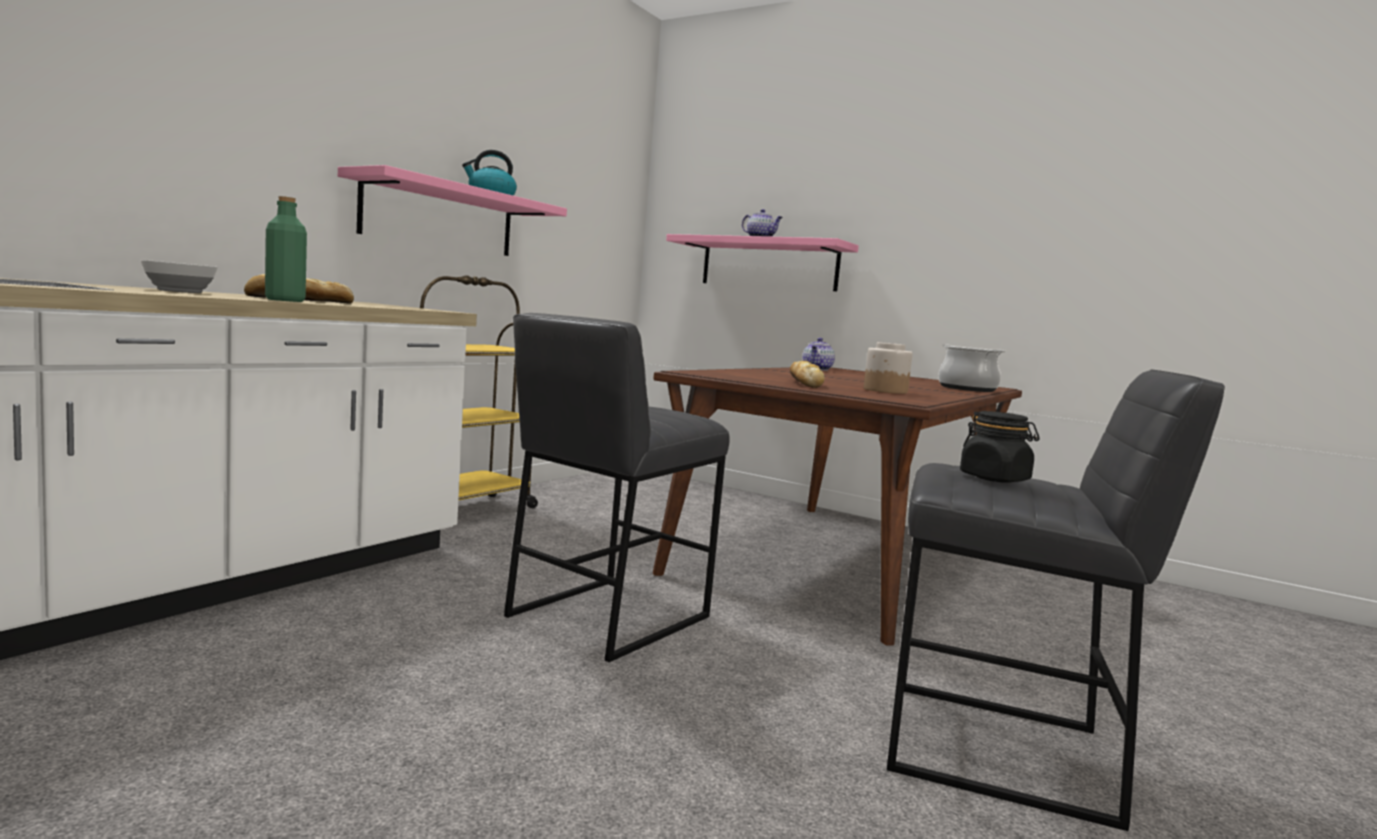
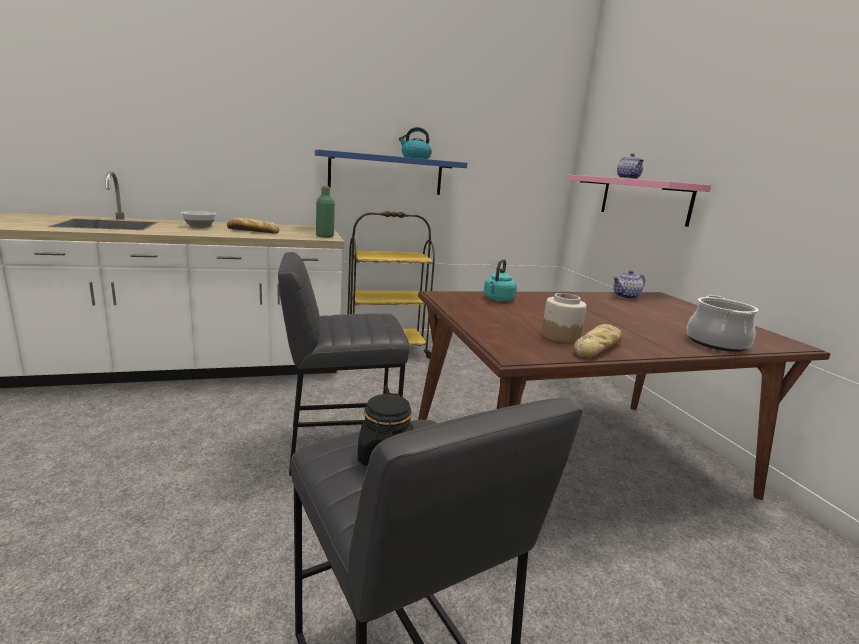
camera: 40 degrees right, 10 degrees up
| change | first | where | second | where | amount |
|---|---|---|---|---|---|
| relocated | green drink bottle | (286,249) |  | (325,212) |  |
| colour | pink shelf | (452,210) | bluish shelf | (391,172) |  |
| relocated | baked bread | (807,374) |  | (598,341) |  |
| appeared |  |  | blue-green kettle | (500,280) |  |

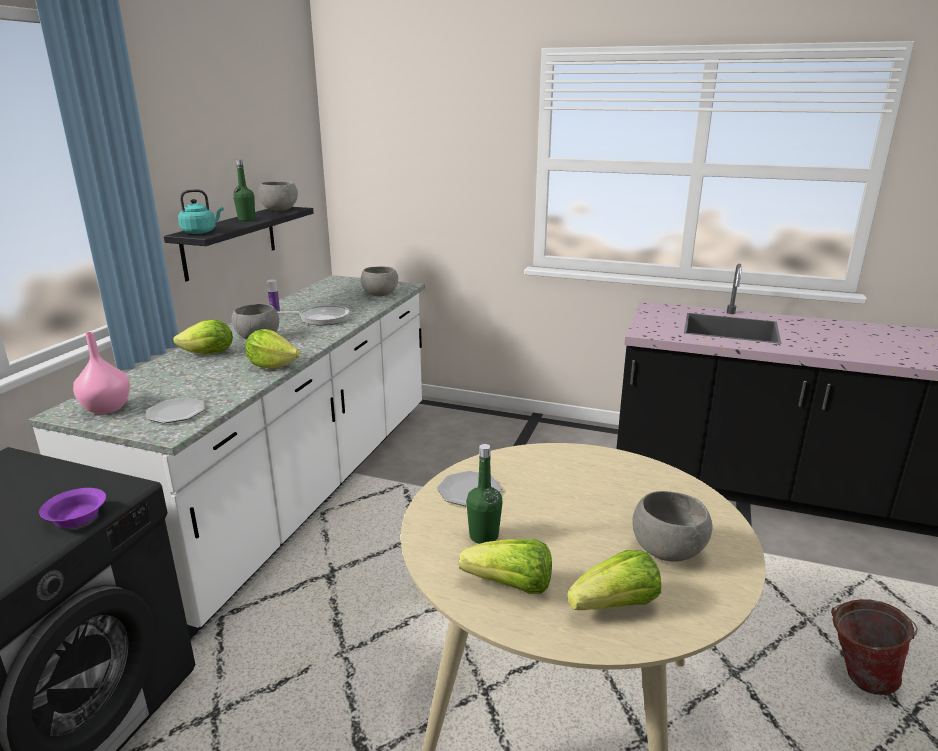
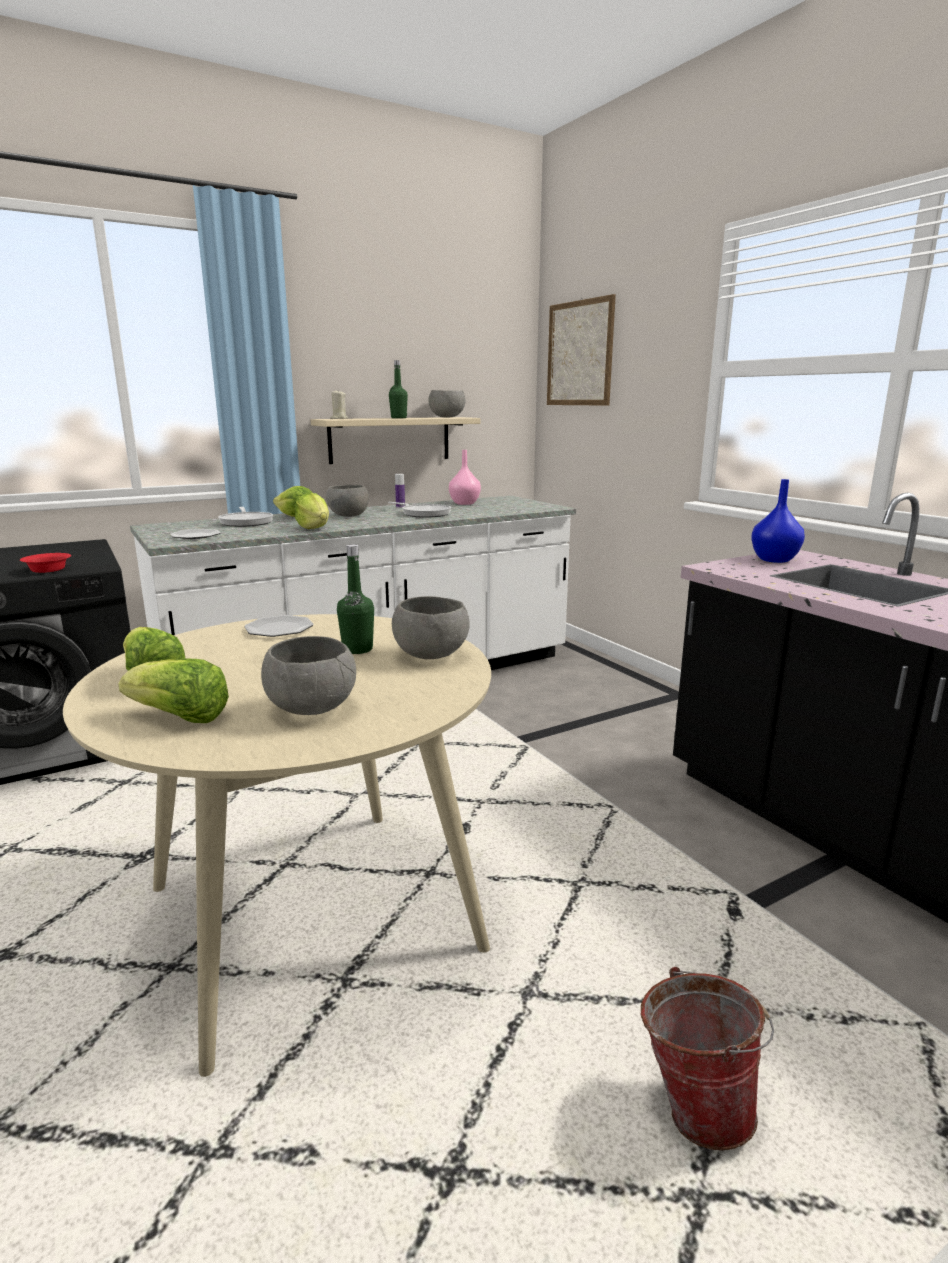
camera: 40 degrees right, 5 degrees down
| change | first | where | second | where | amount |
|---|---|---|---|---|---|
| colour | purplish deep dish | (72,508) | reddish deep dish | (45,563) |  |
| relocated | pink vase | (101,373) |  | (465,477) |  |
| colour | blackish shelf | (239,244) | beige shelf | (395,440) |  |
| exchanged | blue-green kettle | (201,211) | beige candle | (339,405) |  |
| relocated | greyish deep dish | (379,281) |  | (431,627) |  |
| relocated | green drink bottle | (484,494) |  | (355,599) |  |
| appeared |  |  | frying pan | (246,517) |  |
| appeared |  |  | wall art | (581,350) |  |
| appeared |  |  | bluish vase | (778,521) |  |

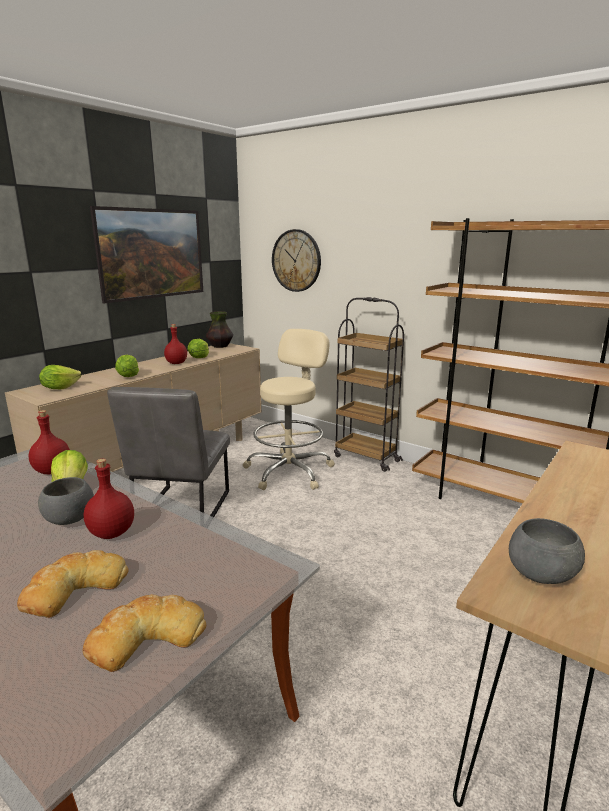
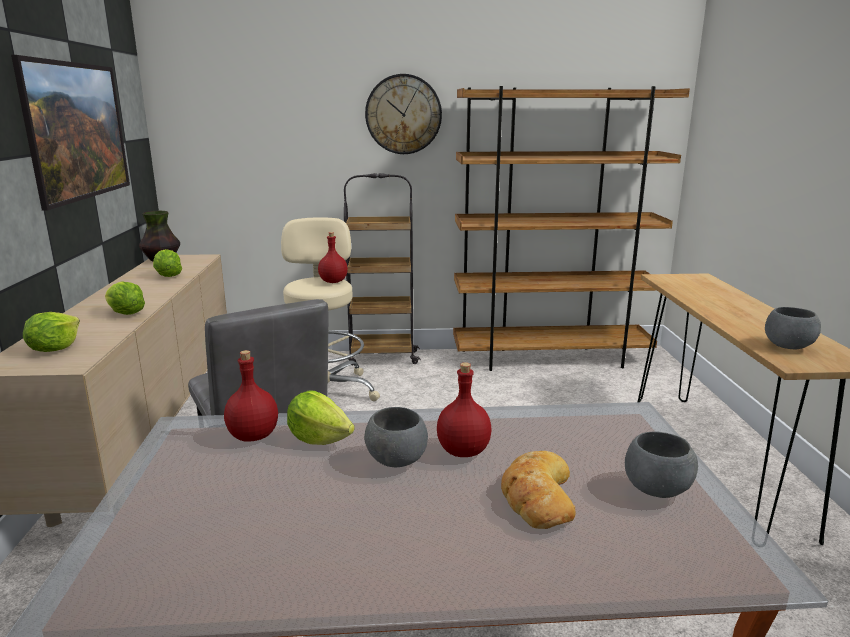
camera: 40 degrees left, 0 degrees up
| change | first | where | second | where | amount |
|---|---|---|---|---|---|
| exchanged | baked bread | (144,633) | greyish deep dish | (661,465) |  |
| relocated | reddish drink bottle | (175,344) |  | (333,257) |  |
| relocated | wall clock | (296,260) |  | (403,114) |  |

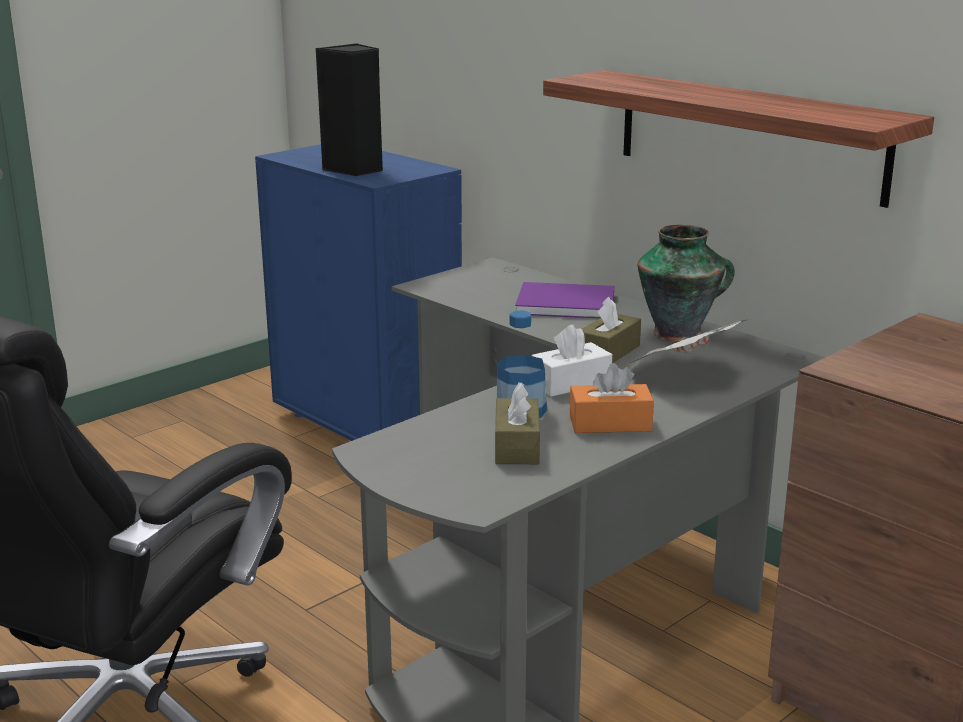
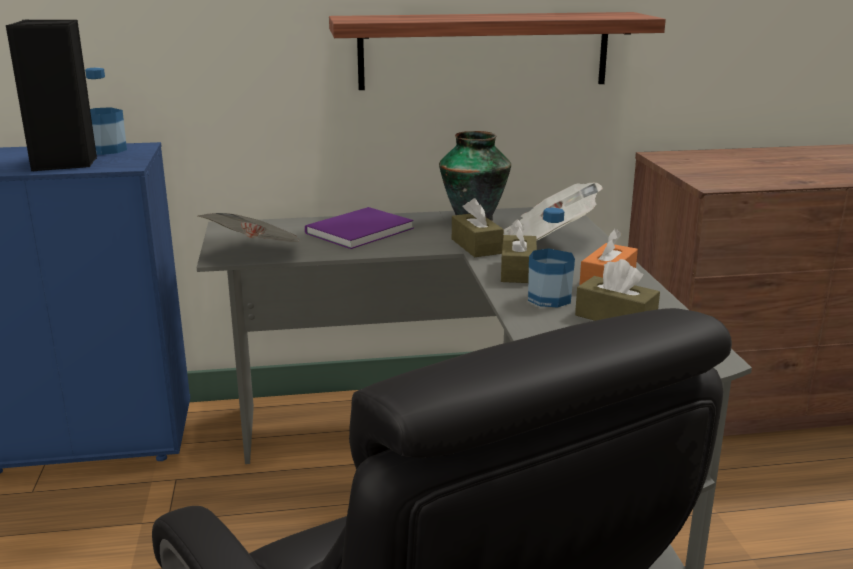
camera: 55 degrees left, 0 degrees up
| change | first | where | second | where | amount |
|---|---|---|---|---|---|
| colour | white-coloured tissue holder | (572,360) | brownish tissue holder | (519,251) |  |
| appeared |  |  | drink bottle | (106,111) |  |
| appeared |  |  | newspaper | (249,227) |  |

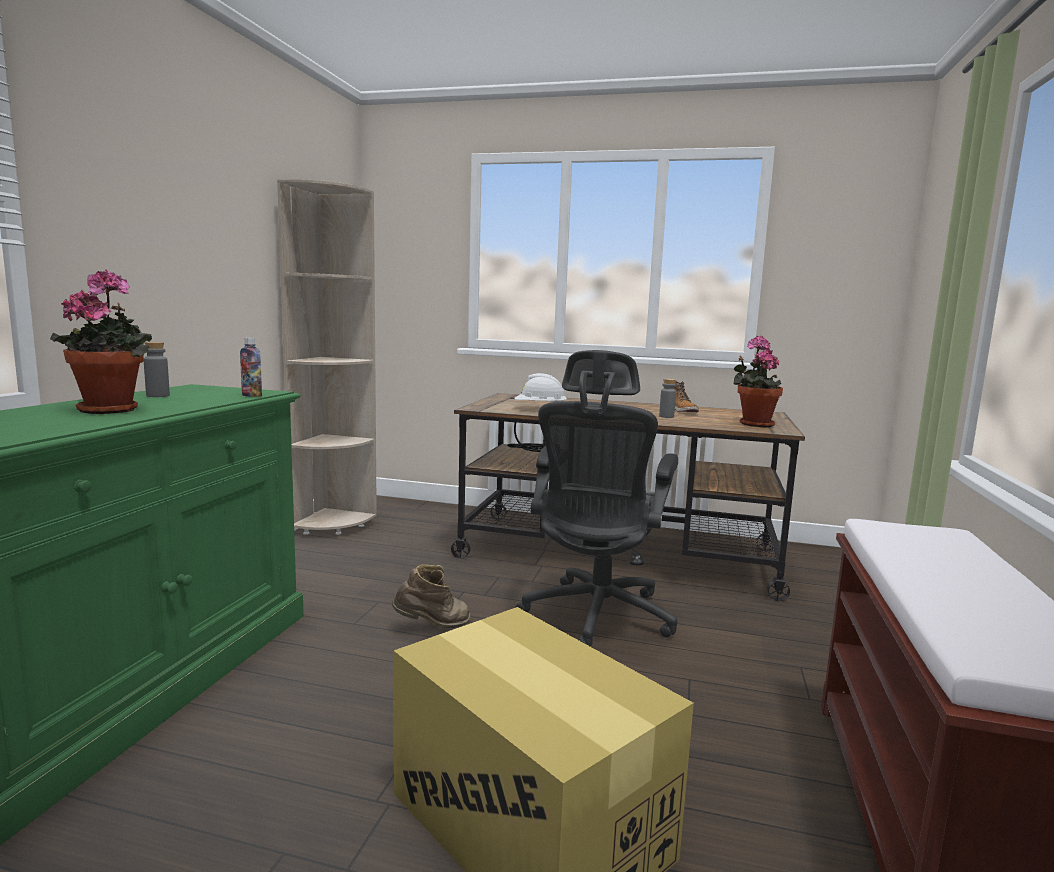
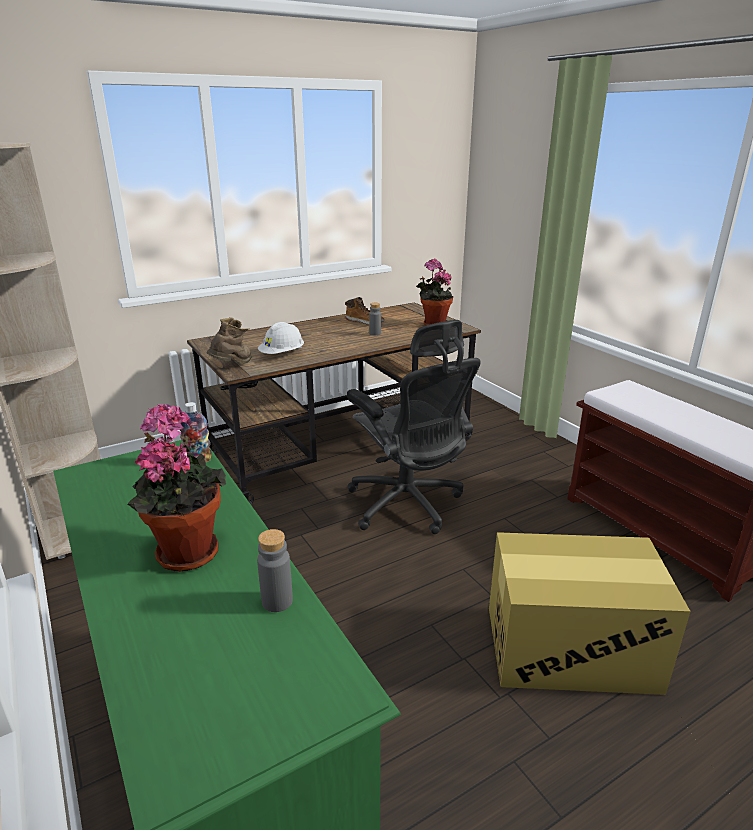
camera: 45 degrees left, 15 degrees up
| change | first | where | second | where | amount |
|---|---|---|---|---|---|
| relocated | greyish drink bottle | (157,369) |  | (275,570) |  |
| relocated | brownish boot | (431,596) |  | (229,340) |  |

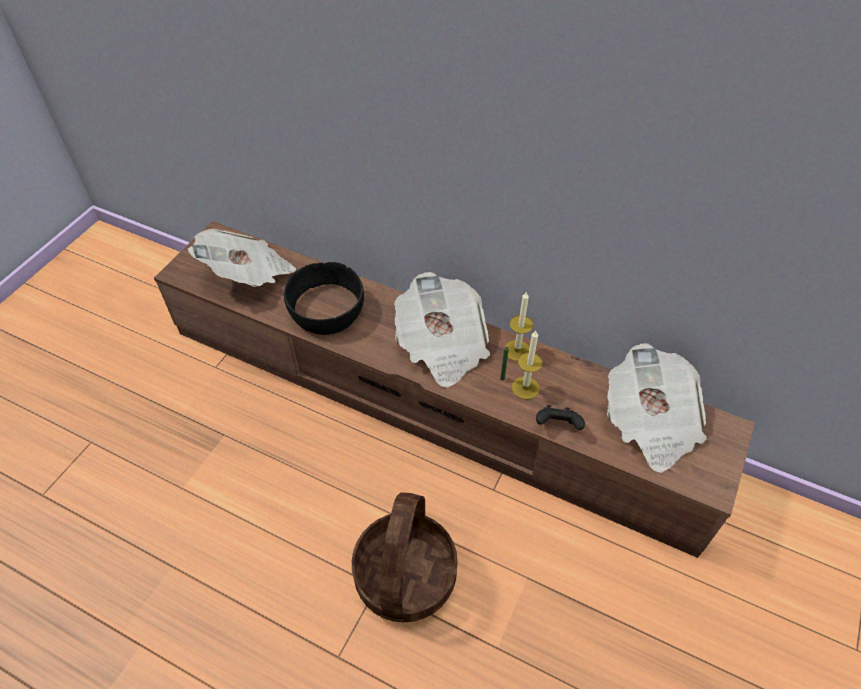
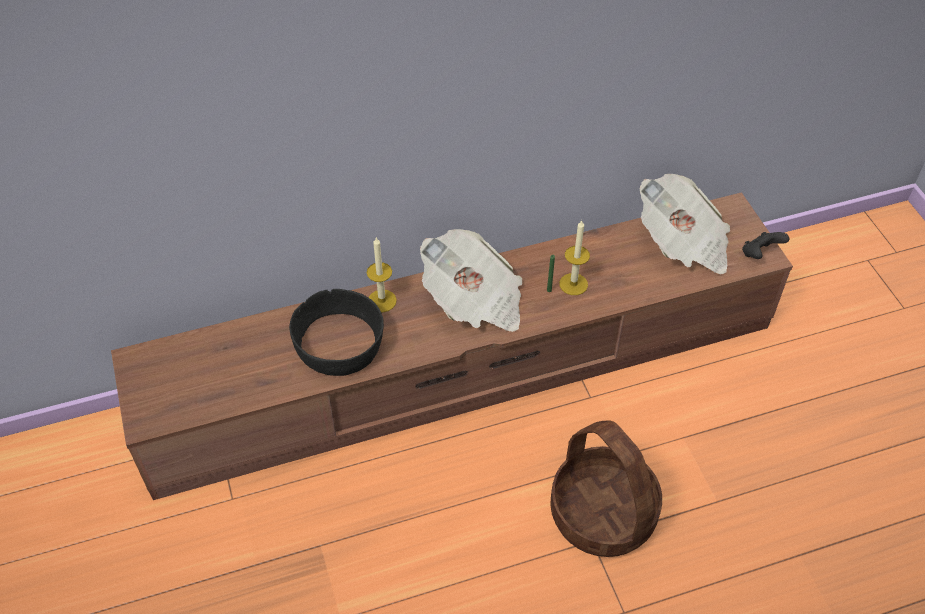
camera: 45 degrees left, 0 degrees up
| change | first | where | second | where | amount |
|---|---|---|---|---|---|
| missing | newspaper | (242,258) |  |  |  |
| relocated | candle | (518,326) |  | (382,275) |  |
| relocated | blackish game controller | (560,417) |  | (765,245) |  |

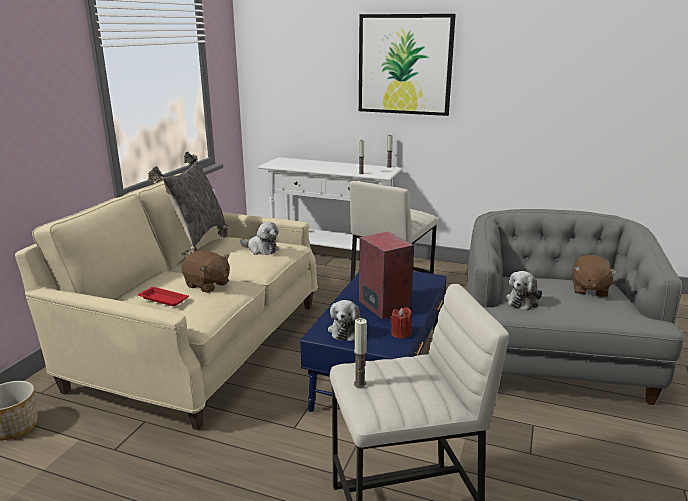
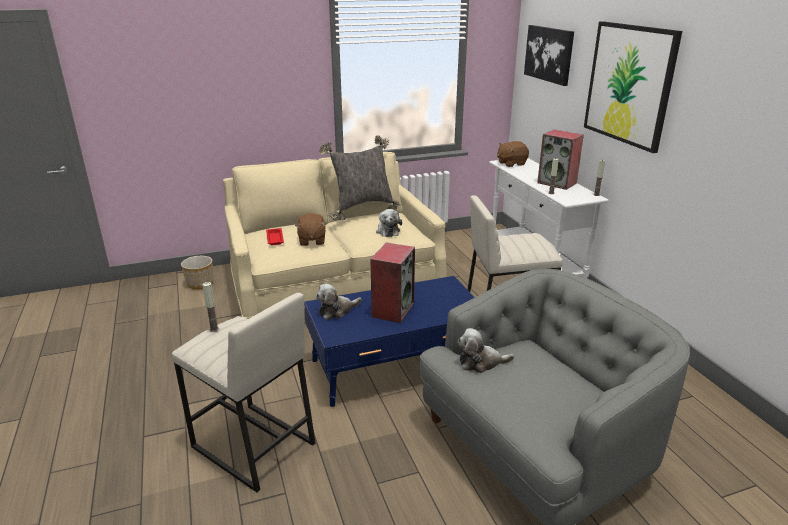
camera: 50 degrees right, 5 degrees up
| change | first | where | second | where | amount |
|---|---|---|---|---|---|
| missing | reddish candle | (401,323) |  |  |  |
| relocated | brownish plush toy | (594,276) |  | (513,154) |  |
| appeared |  |  | wall art | (549,55) |  |
| appeared |  |  | speaker | (560,160) |  |

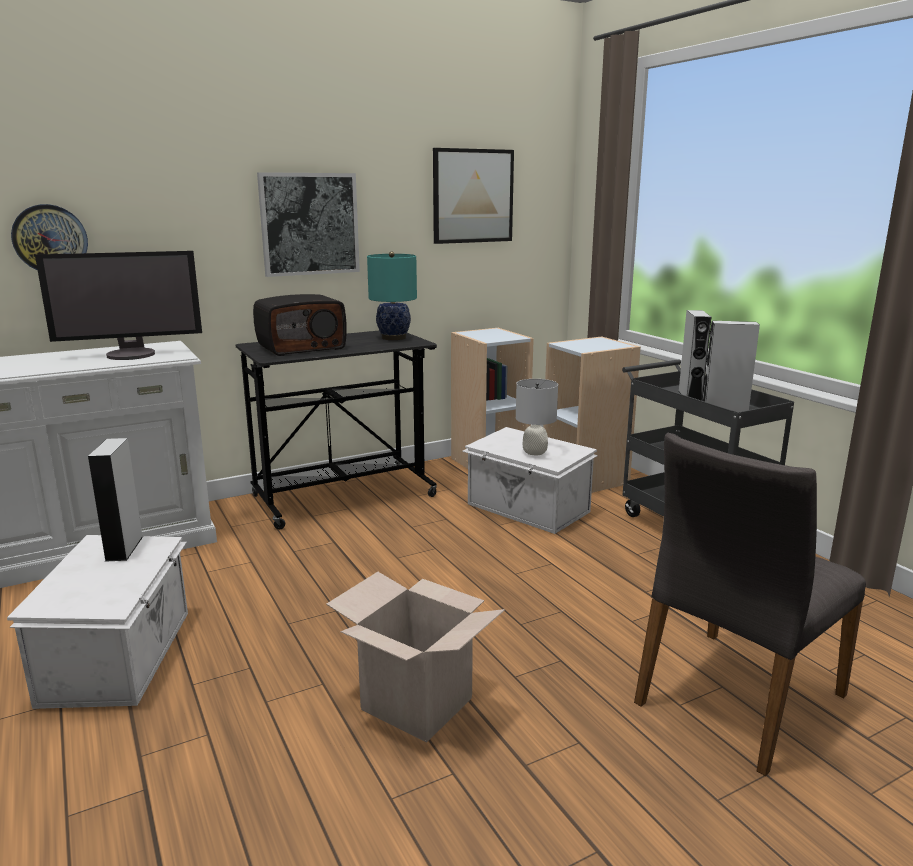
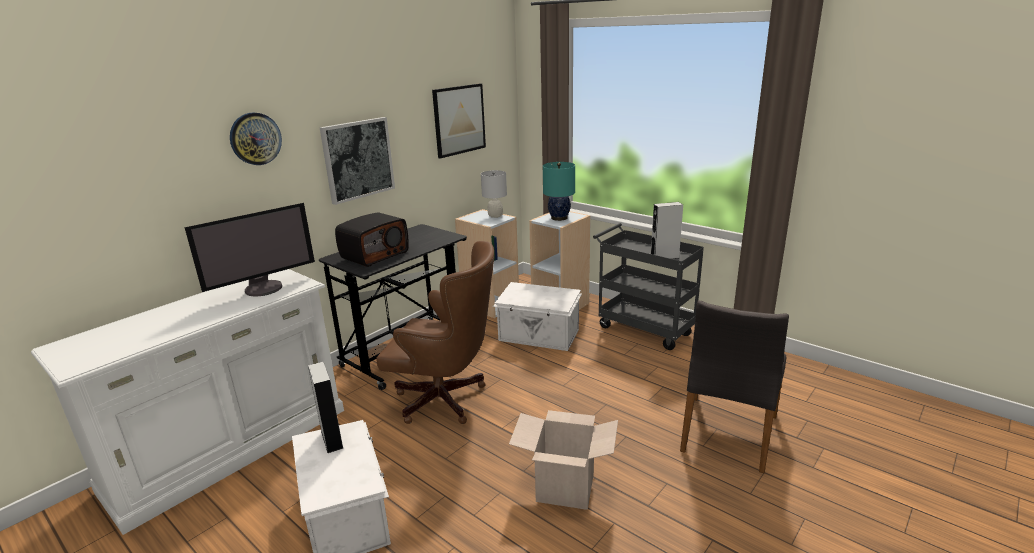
camera: 20 degrees left, 5 degrees up
| change | first | where | second | where | amount |
|---|---|---|---|---|---|
| relocated | wall clock | (49,237) |  | (256,138) |  |
| relocated | blue-green tabletop lamp | (392,295) |  | (559,191) |  |
| relocated | greyish tabletop lamp | (537,417) |  | (494,194) |  |
| missing | greyish speaker | (695,355) |  |  |  |
| appeared |  |  | brownish desk chair | (435,332) |  |

